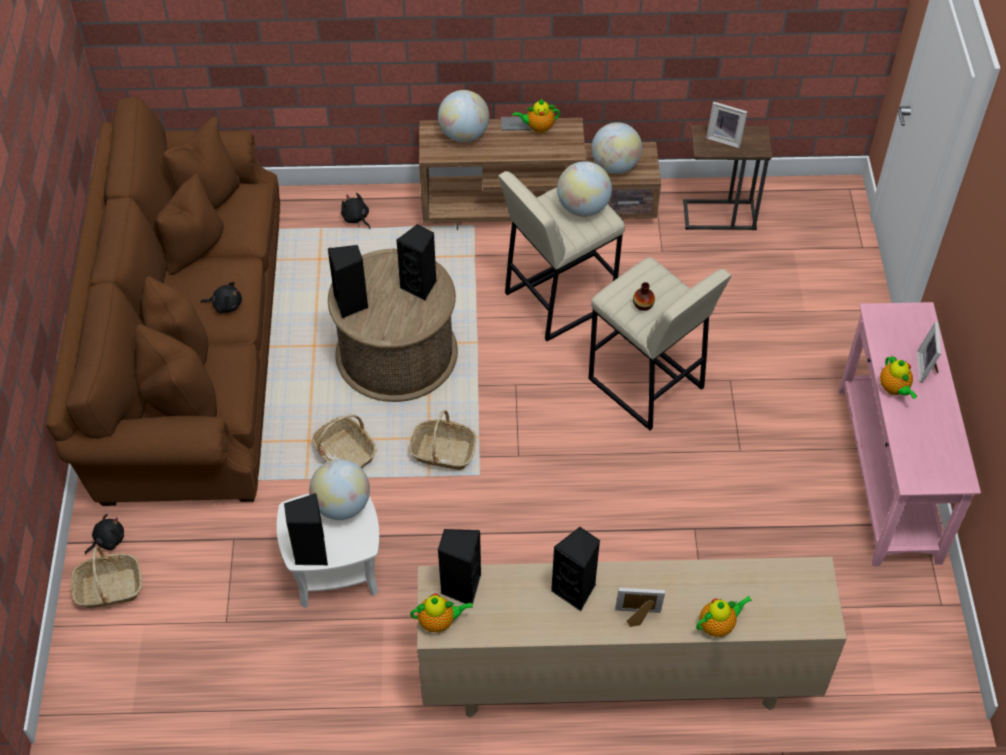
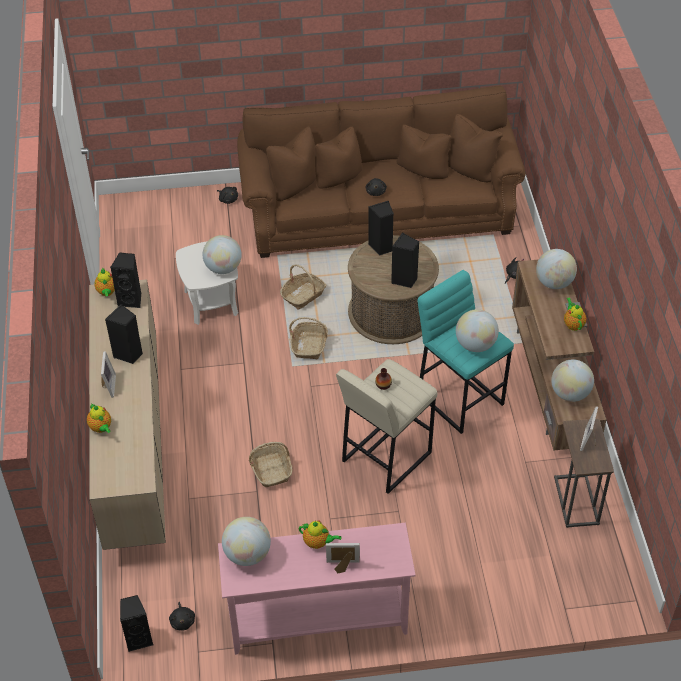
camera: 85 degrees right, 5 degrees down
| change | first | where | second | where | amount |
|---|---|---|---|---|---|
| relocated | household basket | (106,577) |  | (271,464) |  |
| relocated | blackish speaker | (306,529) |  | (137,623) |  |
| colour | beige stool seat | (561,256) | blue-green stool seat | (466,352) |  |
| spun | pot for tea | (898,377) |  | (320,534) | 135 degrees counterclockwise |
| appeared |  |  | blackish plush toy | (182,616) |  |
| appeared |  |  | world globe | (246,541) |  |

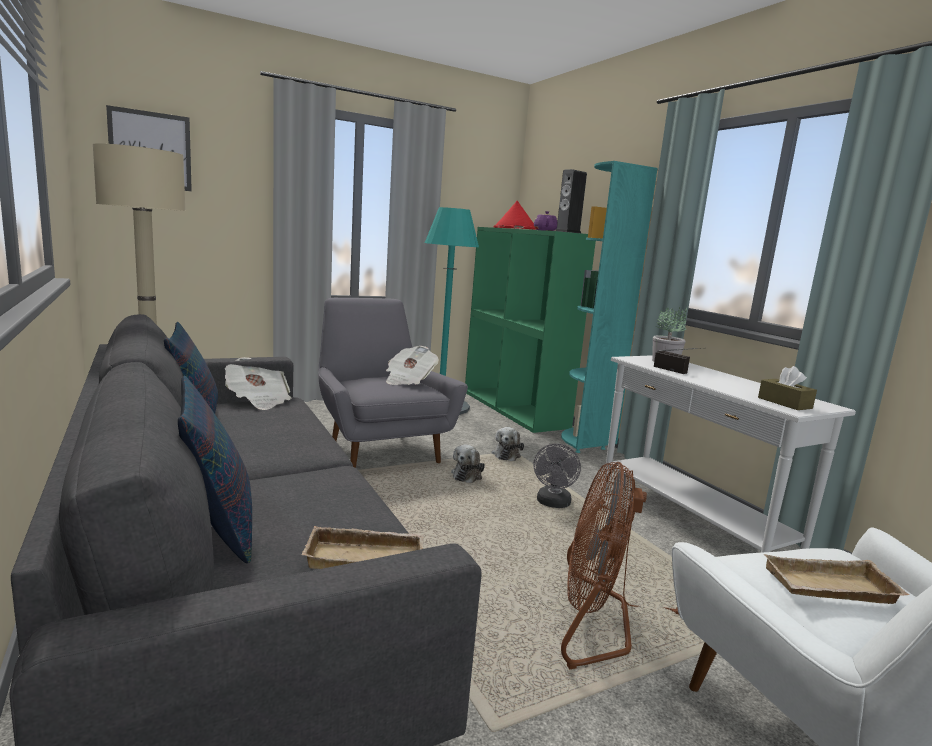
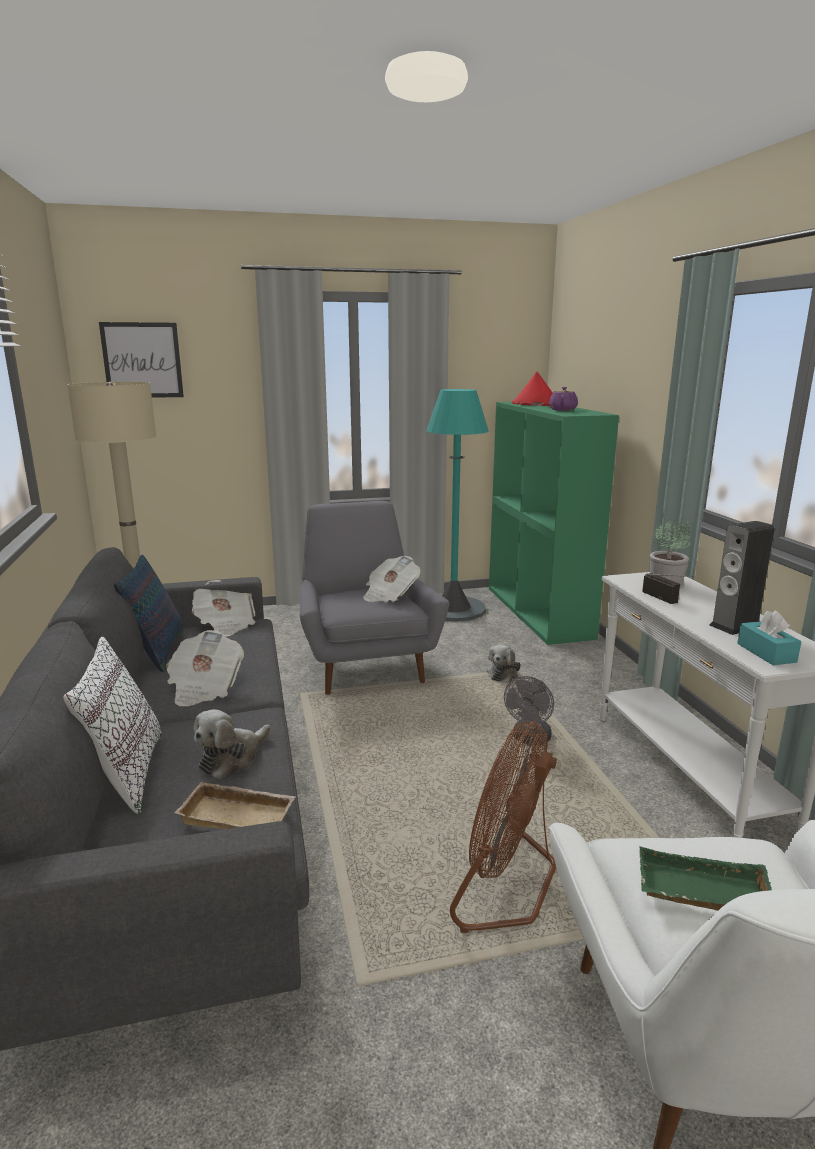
camera: 15 degrees right, 5 degrees up
| change | first | where | second | where | amount |
|---|---|---|---|---|---|
| colour | bluish throw pillow | (215,469) | white-coloured throw pillow | (112,725) |  |
| relocated | plush toy | (468,463) |  | (232,744) |  |
| relocated | speaker | (571,201) |  | (742,578) |  |
| missing | blue-green bookcase | (609,307) |  |  |  |
| colour | brownish tissue holder | (787,388) | blue-green tissue holder | (769,638) |  |
| colour | beige serving tray | (836,579) | green serving tray | (705,878) |  |
| appeared |  |  | newspaper | (205,668) |  |

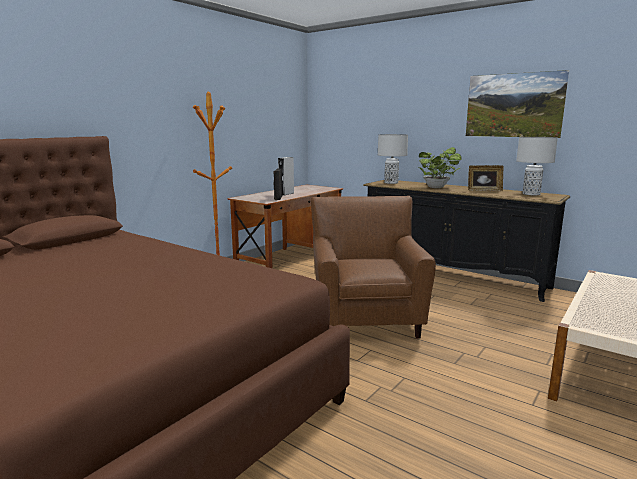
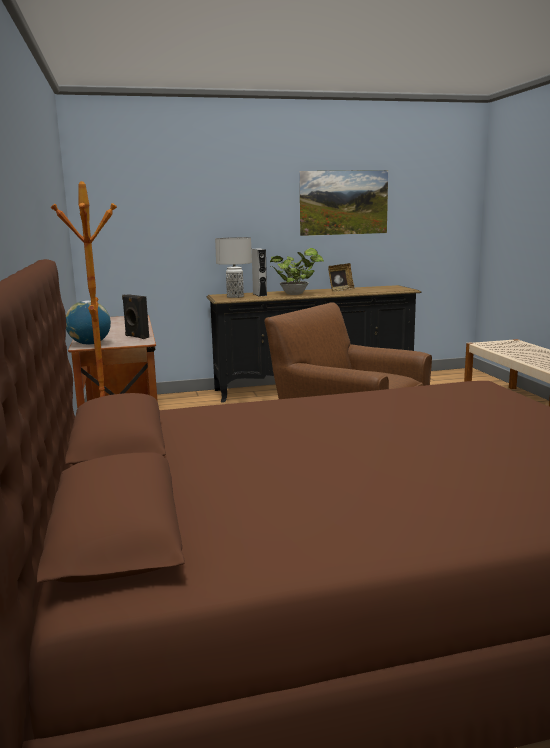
camera: 50 degrees left, 0 degrees up
| change | first | where | second | where | amount |
|---|---|---|---|---|---|
| relocated | greyish speaker | (286,176) |  | (259,272) |  |
| missing | white-coloured tabletop lamp | (537,166) |  |  |  |
| appeared |  |  | world globe | (88,322) |  |

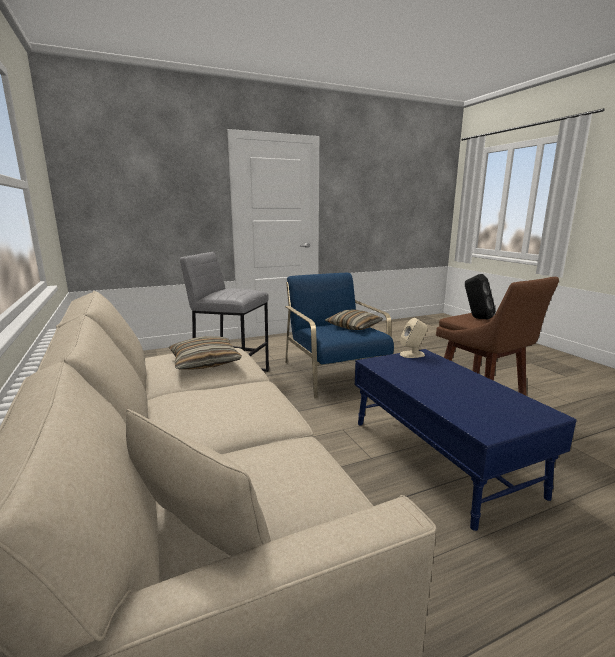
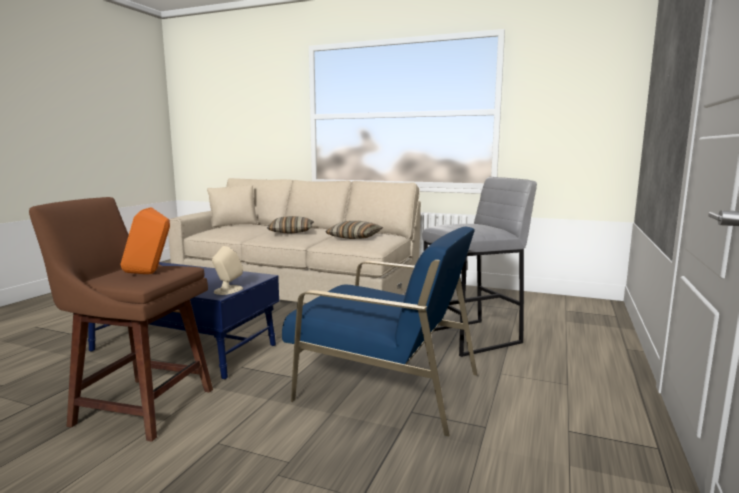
camera: 135 degrees right, 5 degrees down
| change | first | where | second | where | amount |
|---|---|---|---|---|---|
| relocated | throw pillow | (354,319) |  | (290,225) |  |
| colour | blackish speaker | (480,296) | orange-coloured speaker | (145,240) |  |

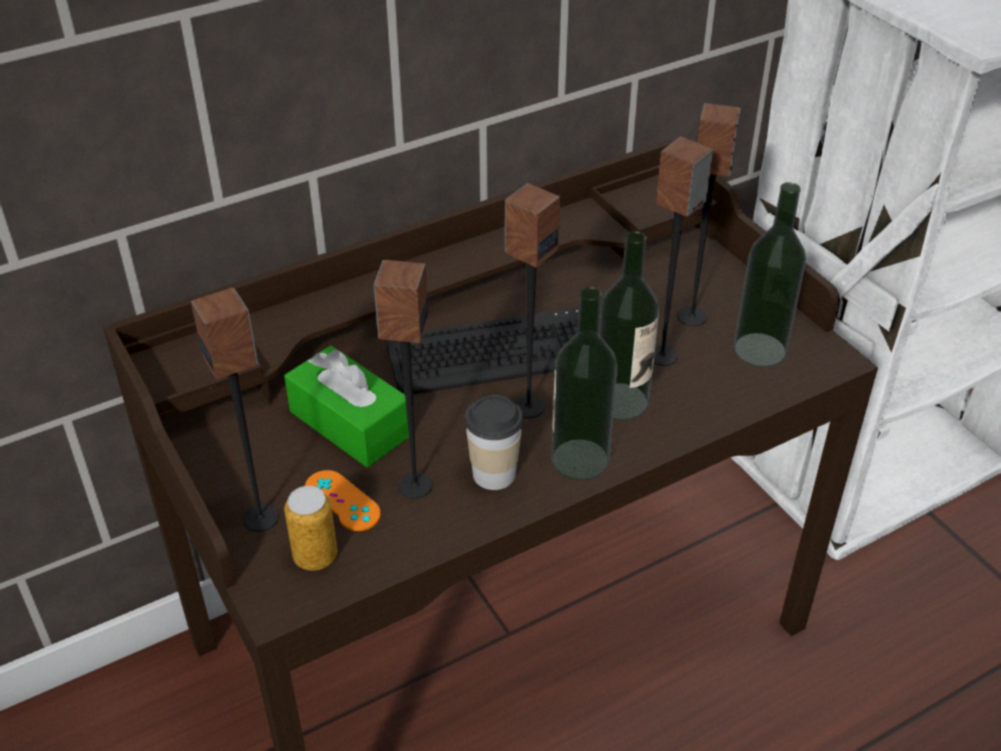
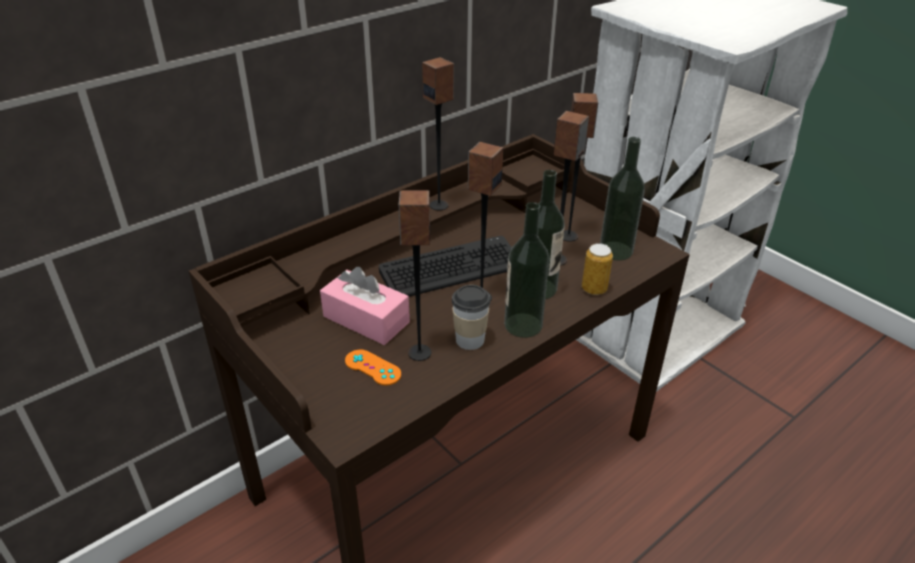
camera: 10 degrees left, 5 degrees down
| change | first | where | second | where | amount |
|---|---|---|---|---|---|
| relocated | speaker | (235,410) |  | (438,133) |  |
| colour | green tissue holder | (346,406) | pink tissue holder | (365,306) |  |
| relocated | metal can | (310,528) |  | (597,269) |  |

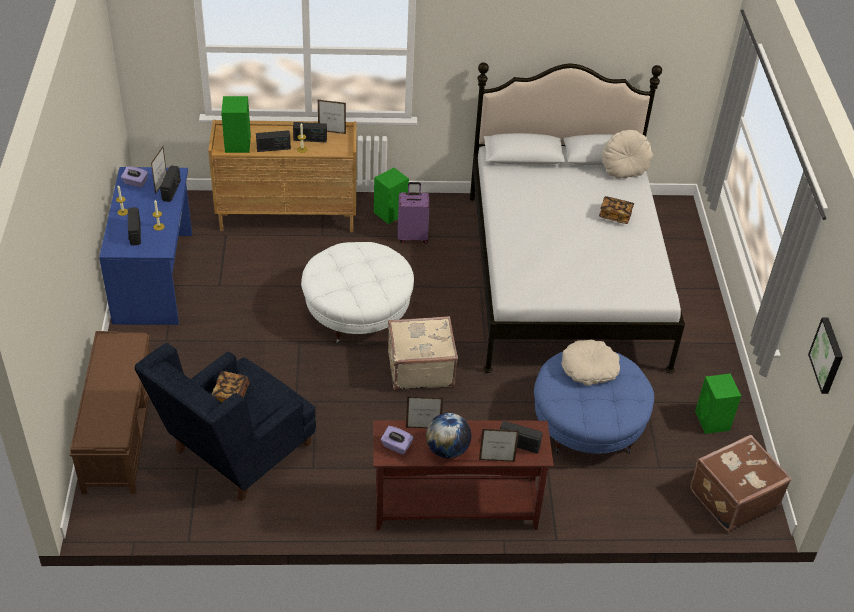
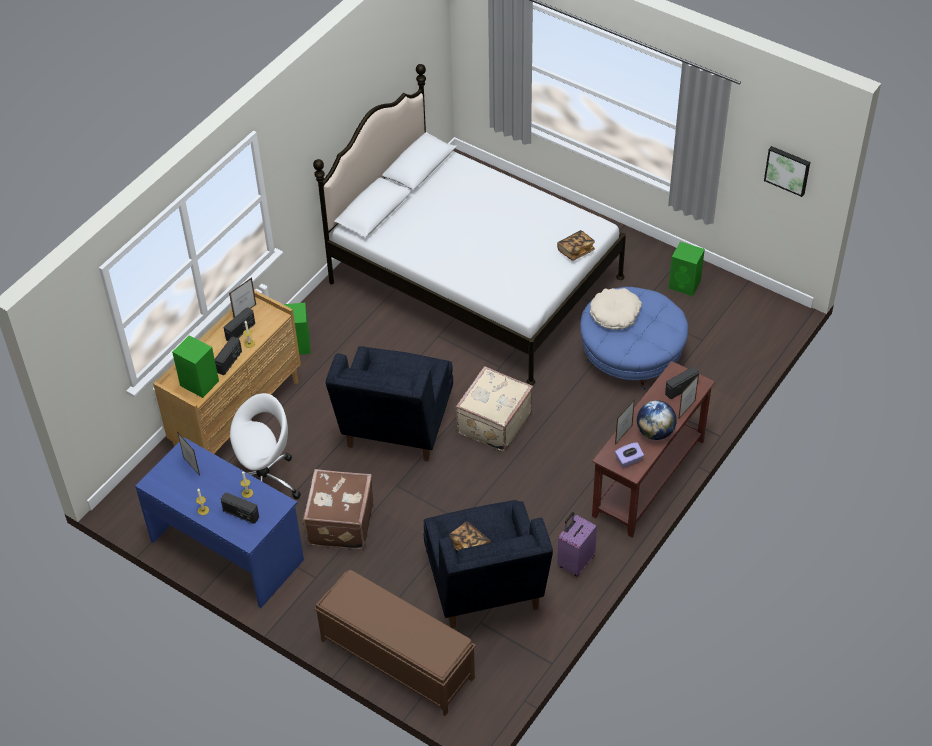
camera: 50 degrees left, 5 degrees up
| change | first | where | second | where | amount |
|---|---|---|---|---|---|
| missing | purplish tissue holder | (134,177) |  |  |  |
| missing | radio receiver | (170,184) |  |  |  |
| exchanged | white-coloured pouffe | (357,292) | bluish easy chair | (389,403) |  |
| relocated | purplish piece of luggage | (413,213) |  | (577,544) |  |
| relocated | volume | (616,210) |  | (576,245) |  |
| missing | beige throw pillow | (627,154) |  |  |  |
| relocated | brownish piece of luggage | (741,483) |  | (338,509) |  |
| appeared |  |  | white-coloured desk chair | (265,446) |  |

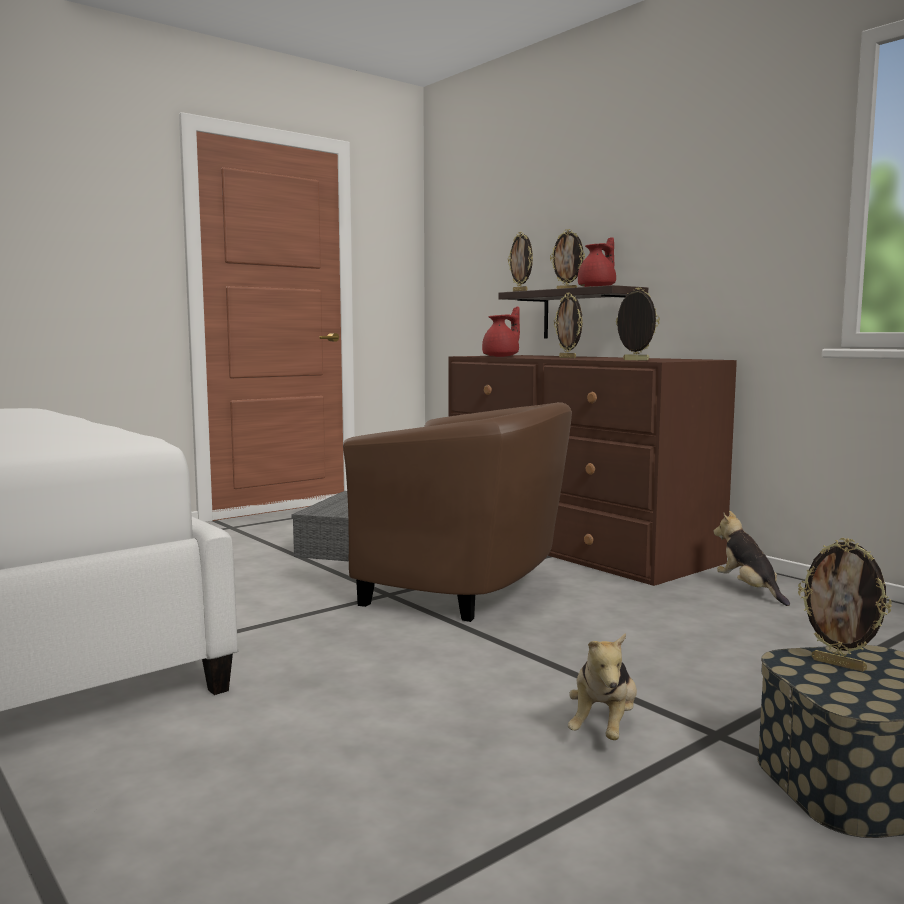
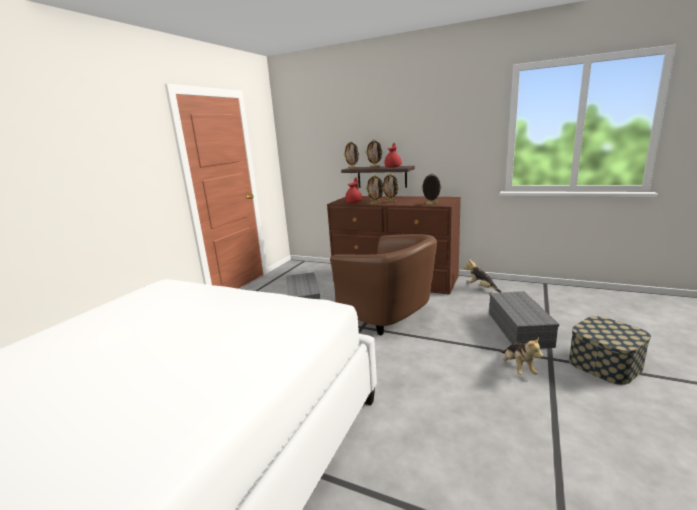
camera: 25 degrees left, 10 degrees up
| change | first | where | second | where | amount |
|---|---|---|---|---|---|
| spun | brownish easy chair | (457,512) |  | (383,285) | 45 degrees clockwise |
| relocated | photo frame | (845,605) |  | (375,189) |  |
| appeared |  |  | greyish storage container | (524,320) |  |

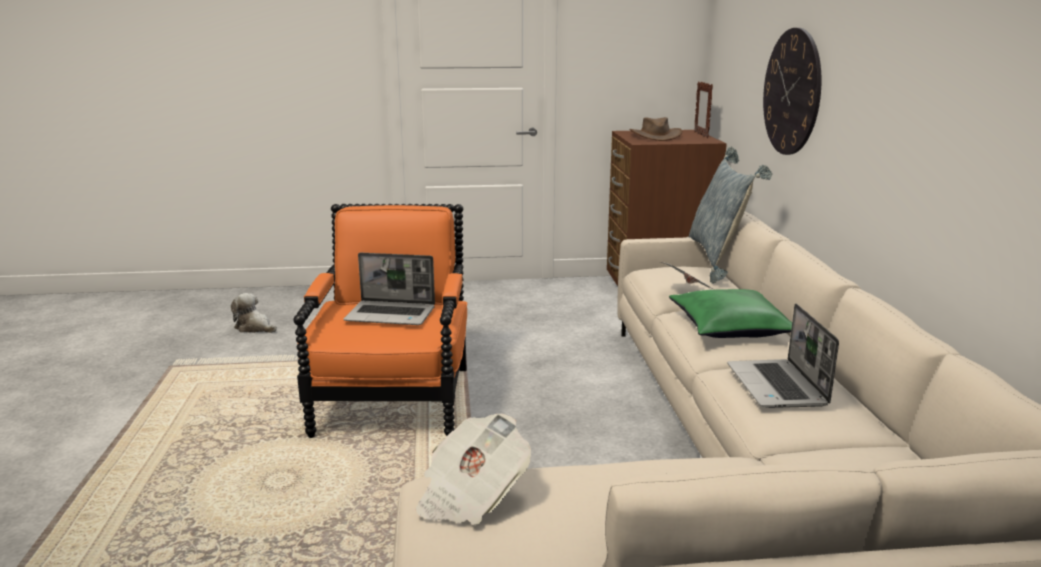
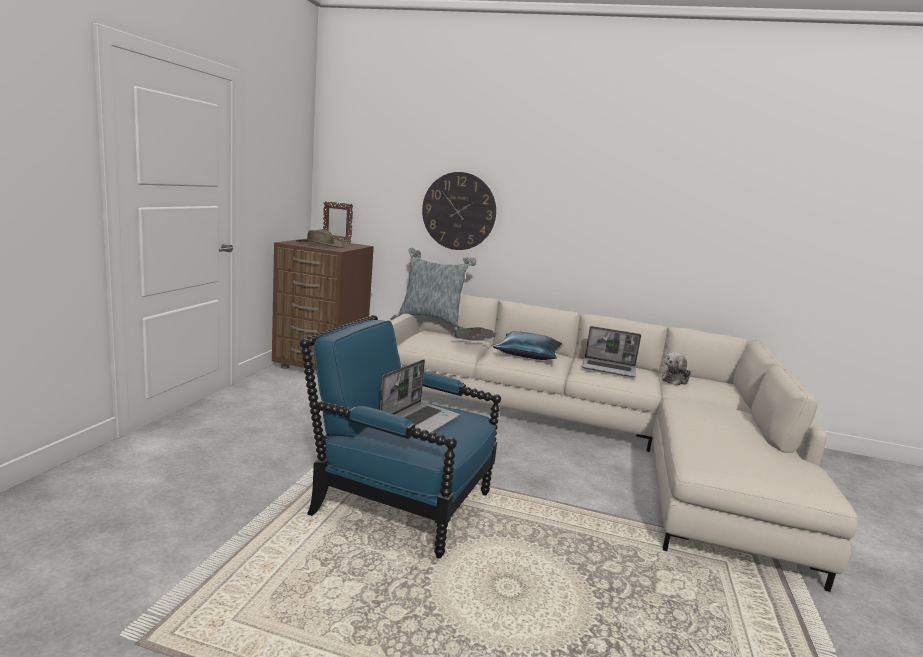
camera: 70 degrees left, 5 degrees down
| change | first | where | second | where | amount |
|---|---|---|---|---|---|
| relocated | plush toy | (254,313) |  | (676,368) |  |
| colour | orange-coloured easy chair | (380,321) | bluish easy chair | (400,437) |  |
| missing | newspaper | (473,469) |  |  |  |
| colour | green throw pillow | (730,313) | bluish throw pillow | (527,345) |  |

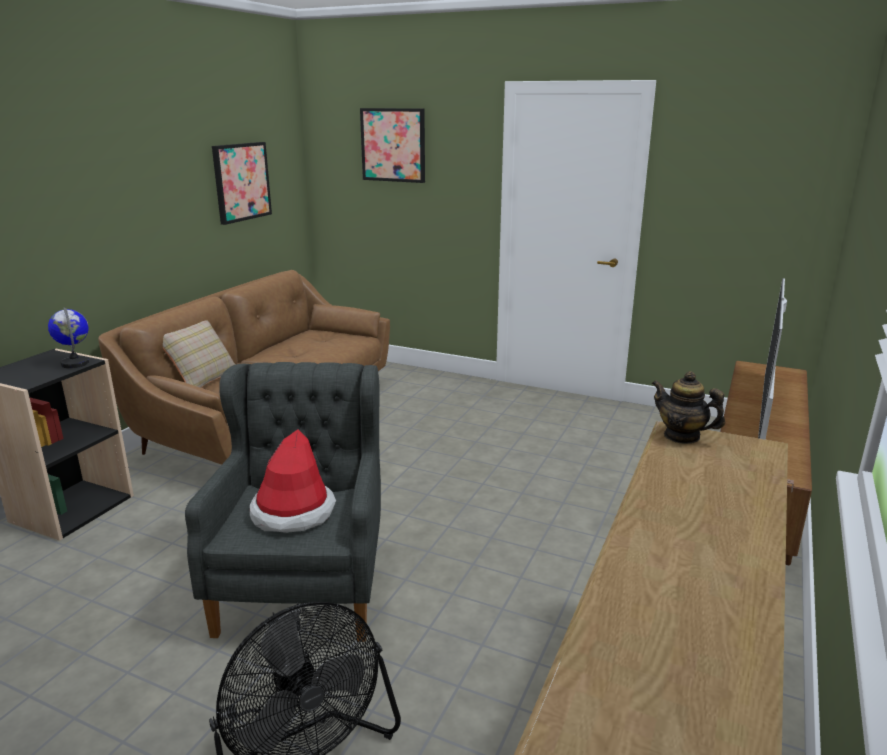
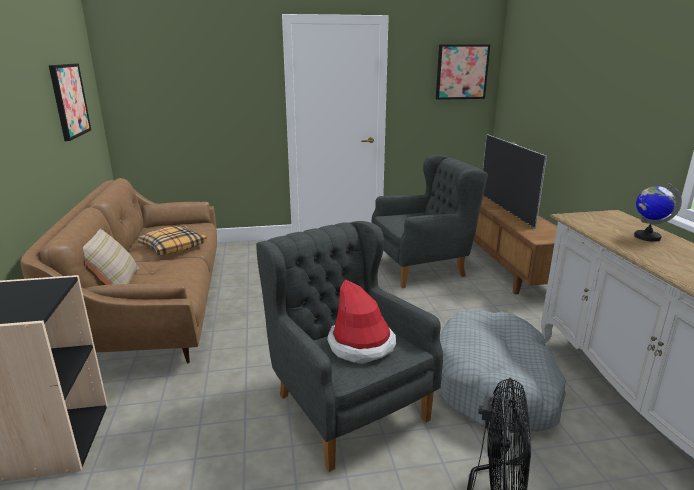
camera: 35 degrees left, 0 degrees up
| change | first | where | second | where | amount |
|---|---|---|---|---|---|
| relocated | world globe | (68,338) |  | (658,213) |  |
| relocated | wall art | (392,145) |  | (463,72) |  |
| missing | pot for tea | (688,407) |  |  |  |
| appeared |  |  | throw pillow | (172,240) |  |
| appeared |  |  | greyish easy chair | (429,221) |  |
| appeared |  |  | greyish dog cushion | (503,371) |  |

